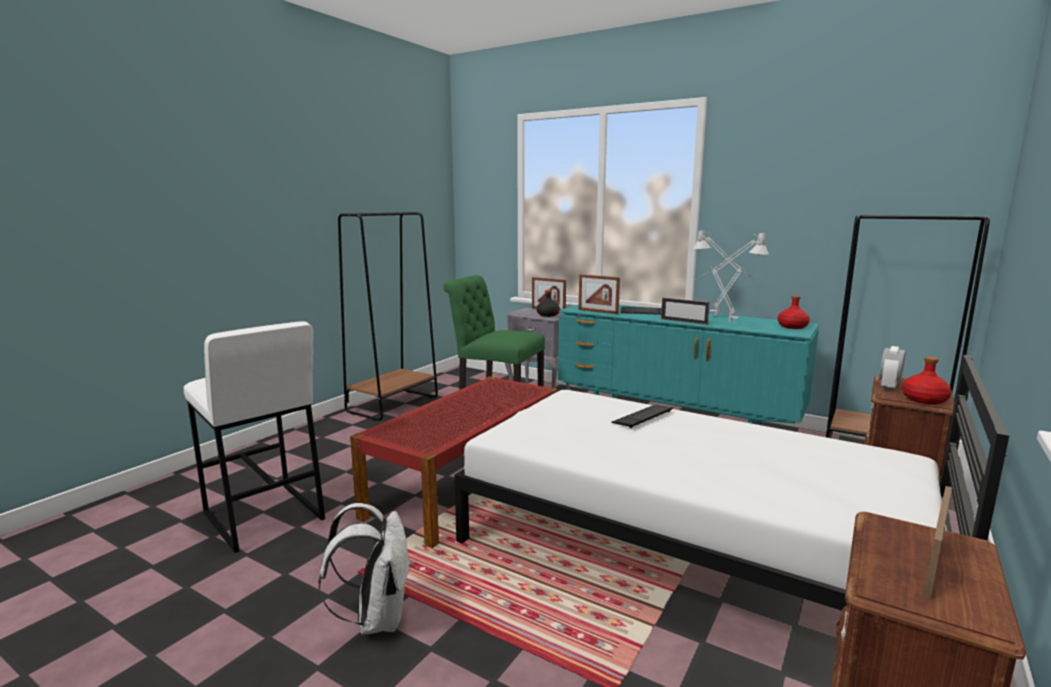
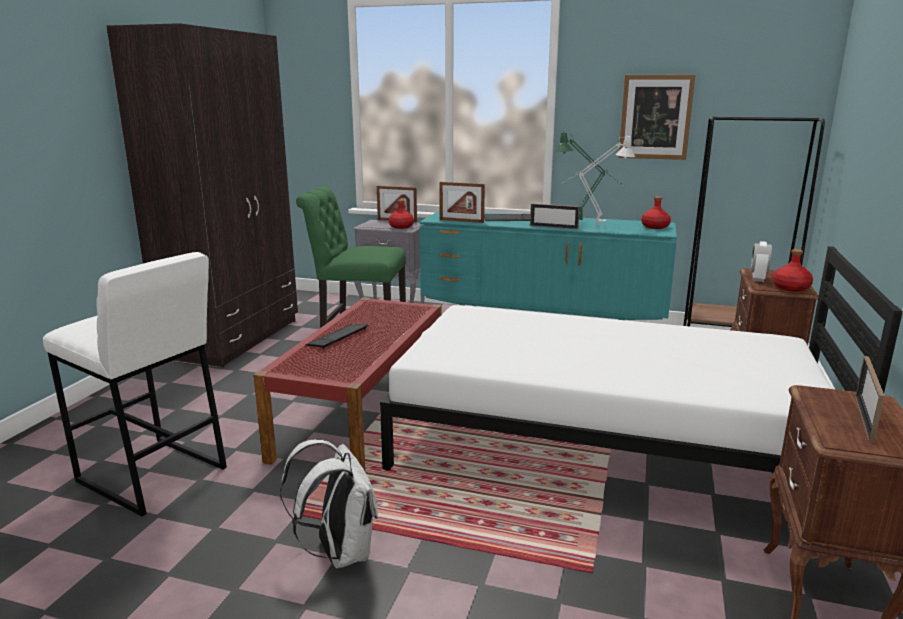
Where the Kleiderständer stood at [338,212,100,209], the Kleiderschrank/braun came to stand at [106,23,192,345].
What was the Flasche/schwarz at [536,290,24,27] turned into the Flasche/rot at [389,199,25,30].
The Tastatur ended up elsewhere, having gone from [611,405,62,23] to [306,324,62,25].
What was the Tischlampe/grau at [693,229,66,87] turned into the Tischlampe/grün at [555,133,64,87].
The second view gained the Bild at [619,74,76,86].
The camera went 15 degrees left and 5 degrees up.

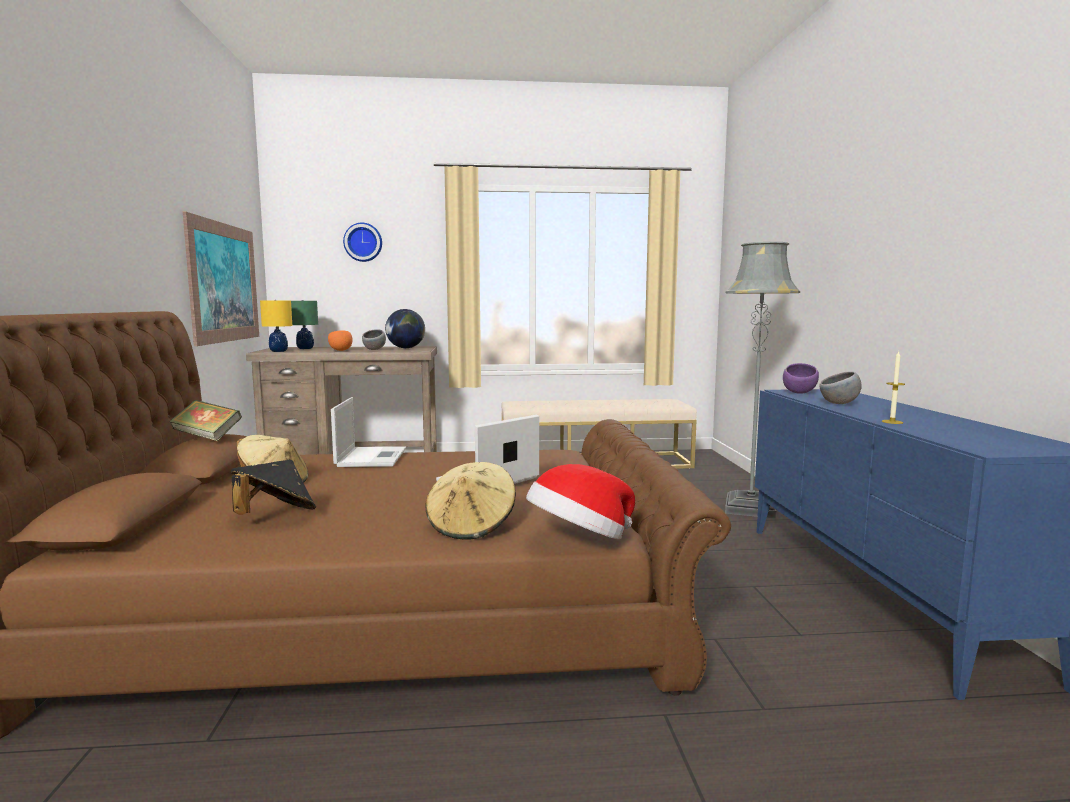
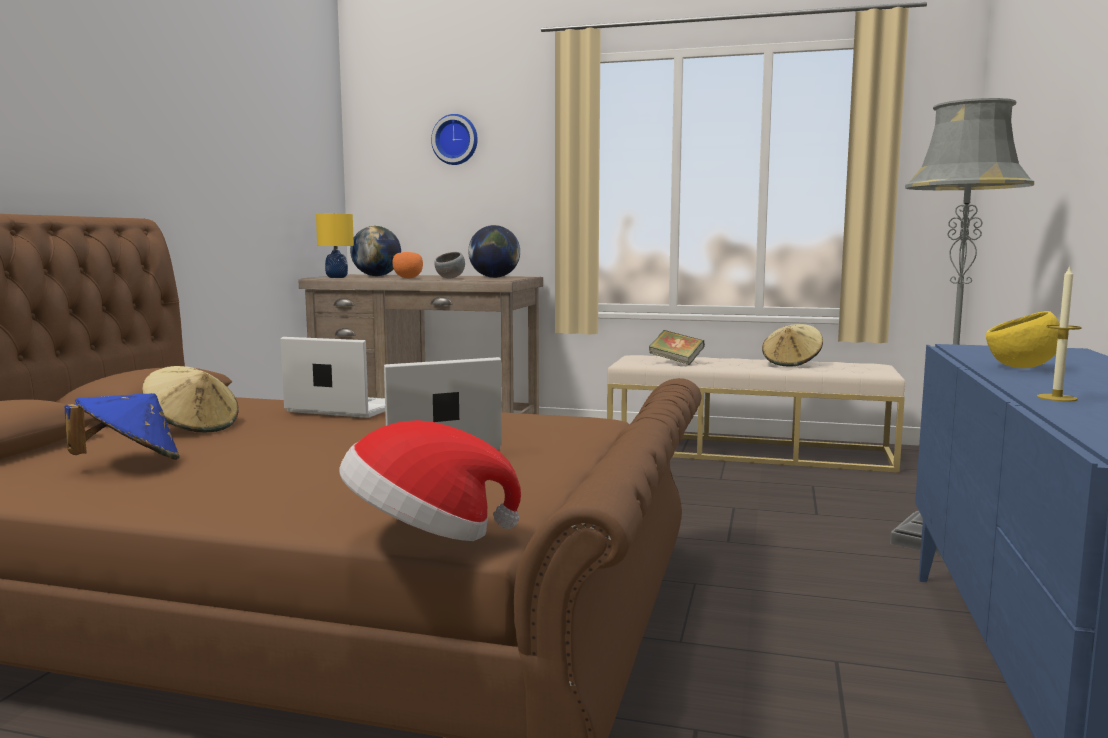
The Buch ended up elsewhere, having gone from [169,400,73,41] to [649,330,56,35].
The second view lost the Bild at [183,211,76,135].
What was the Hut/schwarz at [231,460,85,55] turned into the Hut/blau at [65,393,115,67].
Where the Tischlampe/grün stood at [291,300,27,49], the Globus came to stand at [350,226,51,50].
The Laptop at [331,397,75,70] ended up facing another way, 90 degrees counterclockwise from before.
The Hut/beige ended up elsewhere, having gone from [425,462,91,78] to [762,324,61,43].
The second view lost the Schüssel/lila at [783,363,36,31].
What was the Schüssel/grau at [819,371,43,33] turned into the Schüssel/gelb at [986,311,74,57].
The camera went 20 degrees right and 0 degrees up.

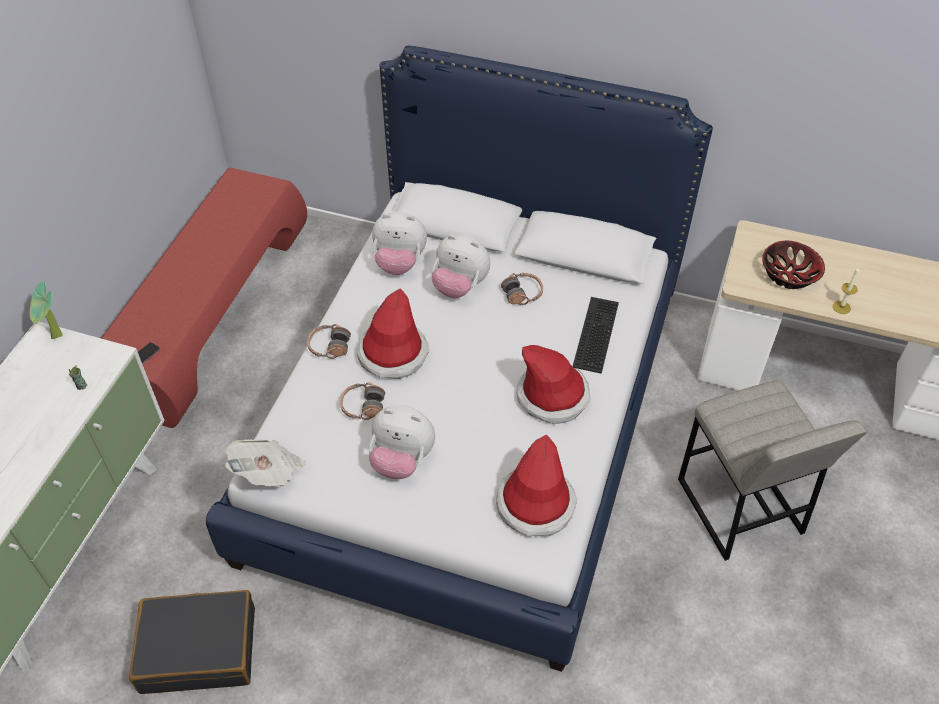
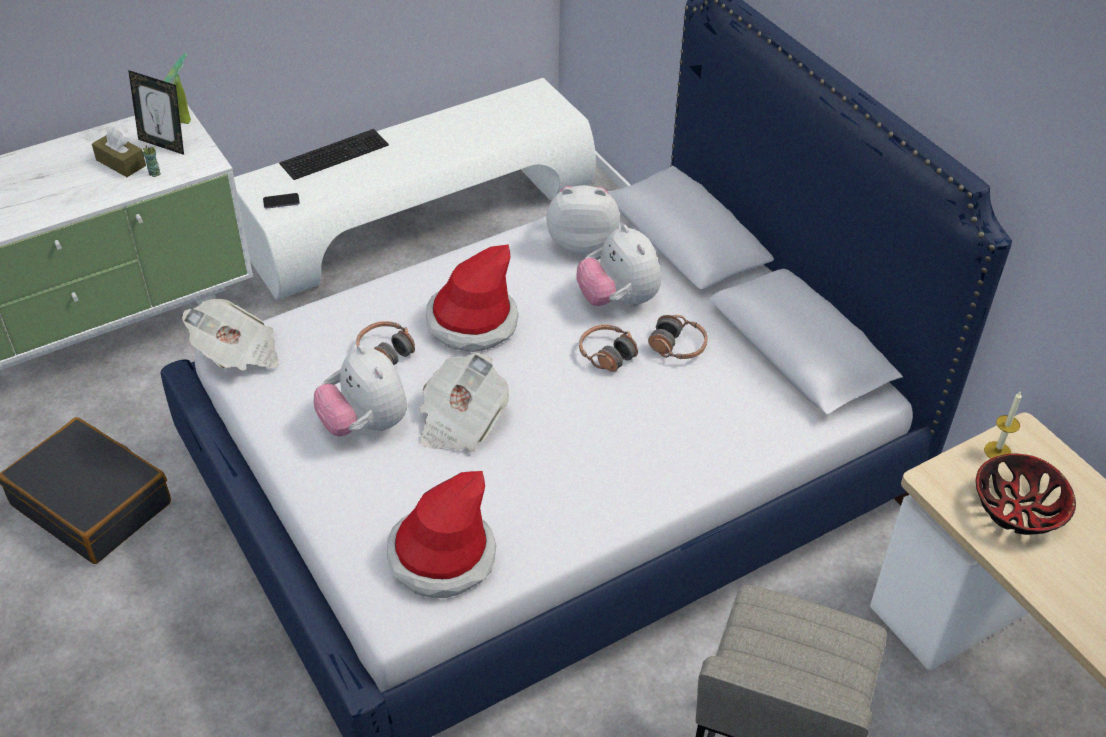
What was the Bank/rot at [101,168,206,260] turned into the Bank/weiß at [234,78,362,222].
The Kopfhörer ended up elsewhere, having gone from [307,324,44,35] to [579,325,59,47].
The Plüschtier at [372,212,55,63] ended up facing another way, 135 degrees clockwise from before.
The second view lost the Hut at [516,345,75,79].
The Tastatur ended up elsewhere, having gone from [573,297,46,77] to [279,129,110,51].
The Kerze ended up elsewhere, having gone from [833,267,27,47] to [984,391,38,68].
The second view gained the Taschentuchbox/braun at [92,129,54,48].
The second view gained the Bilderrahmen at [128,70,56,85].
The second view gained the Zeitung at [419,353,90,99].
The camera went 40 degrees right and 5 degrees down.

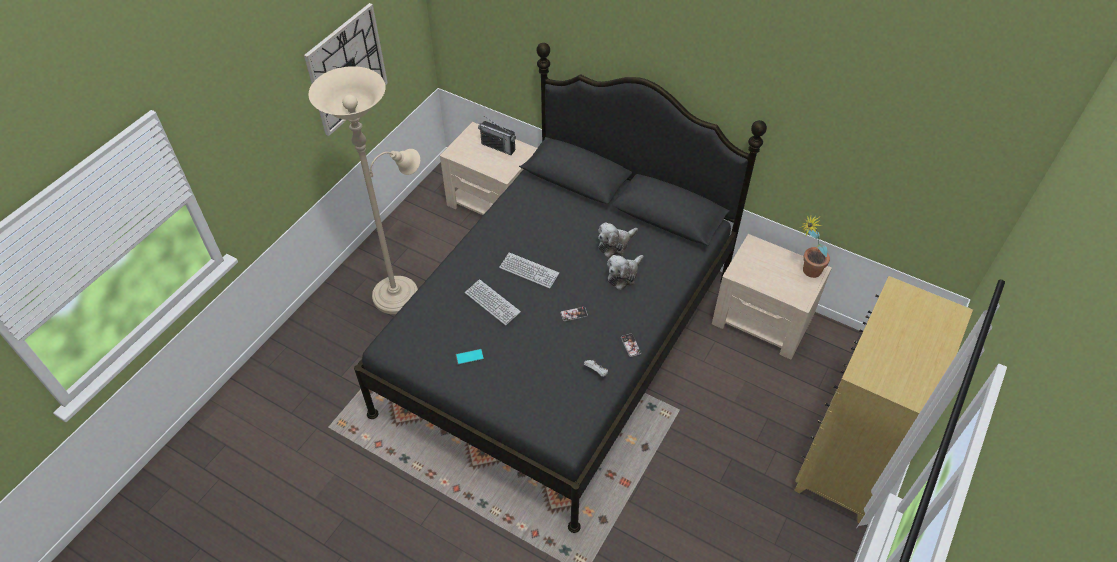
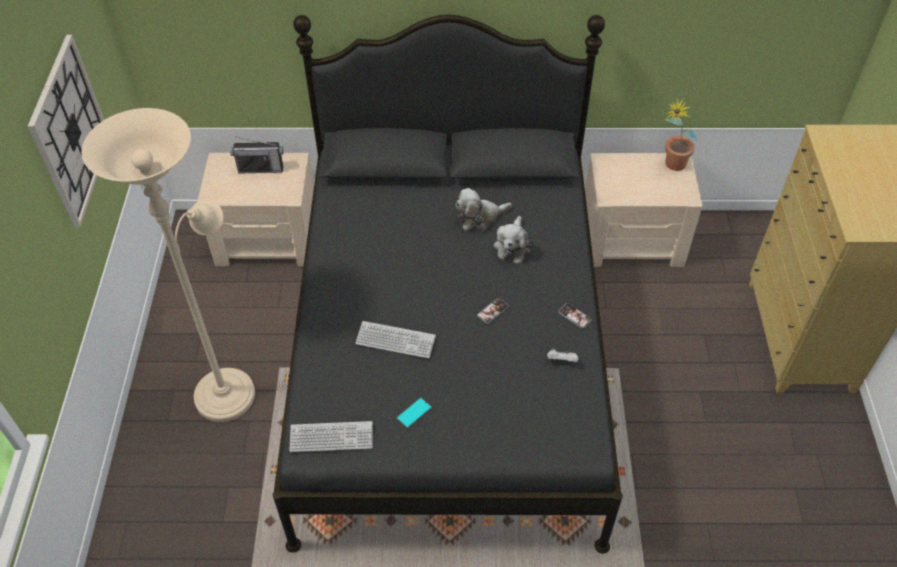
The Tastatur ended up elsewhere, having gone from [499,252,60,36] to [289,421,84,31].
The Plüschtier at [598,222,40,36] ended up facing another way, 45 degrees clockwise from before.
The camera went 30 degrees left and 0 degrees up.

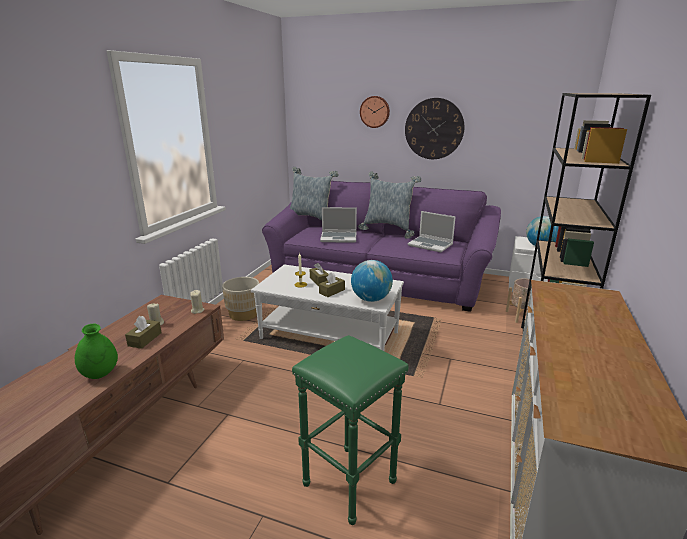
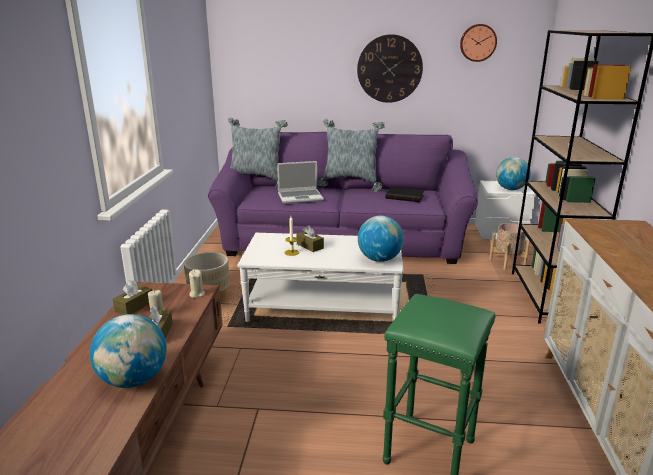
Where the Vase/grün stood at [75,324,43,55], the Globus came to stand at [90,314,77,74].
The Taschentuchbox/braun ended up elsewhere, having gone from [319,272,26,25] to [113,280,39,35].
The Wanduhr ended up elsewhere, having gone from [360,96,30,32] to [460,24,37,38].
Where the Laptop stood at [407,211,49,41], the Buch/schwarz came to stand at [385,187,39,15].
The camera went 15 degrees left and 0 degrees up.

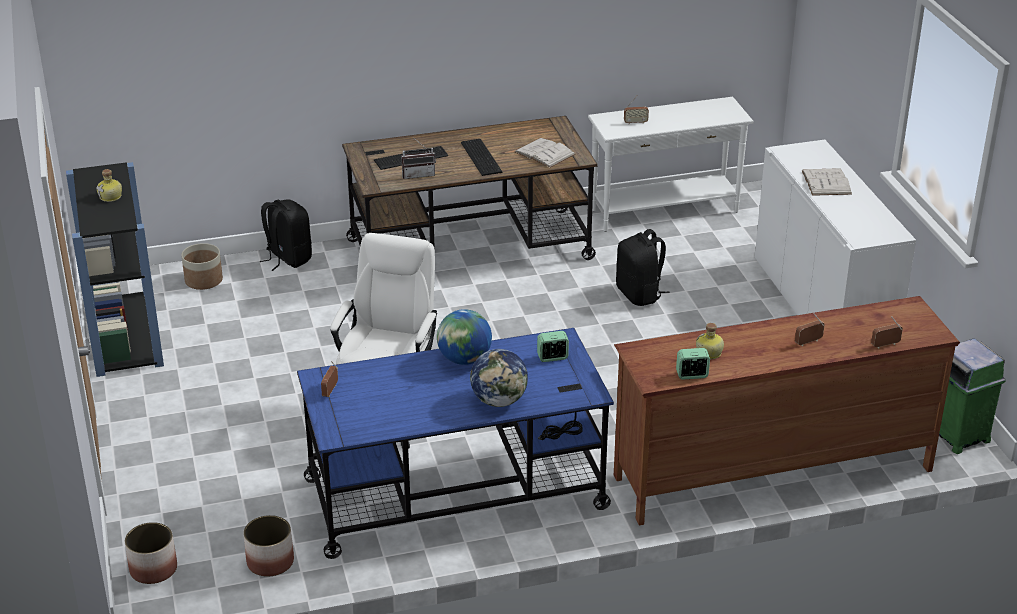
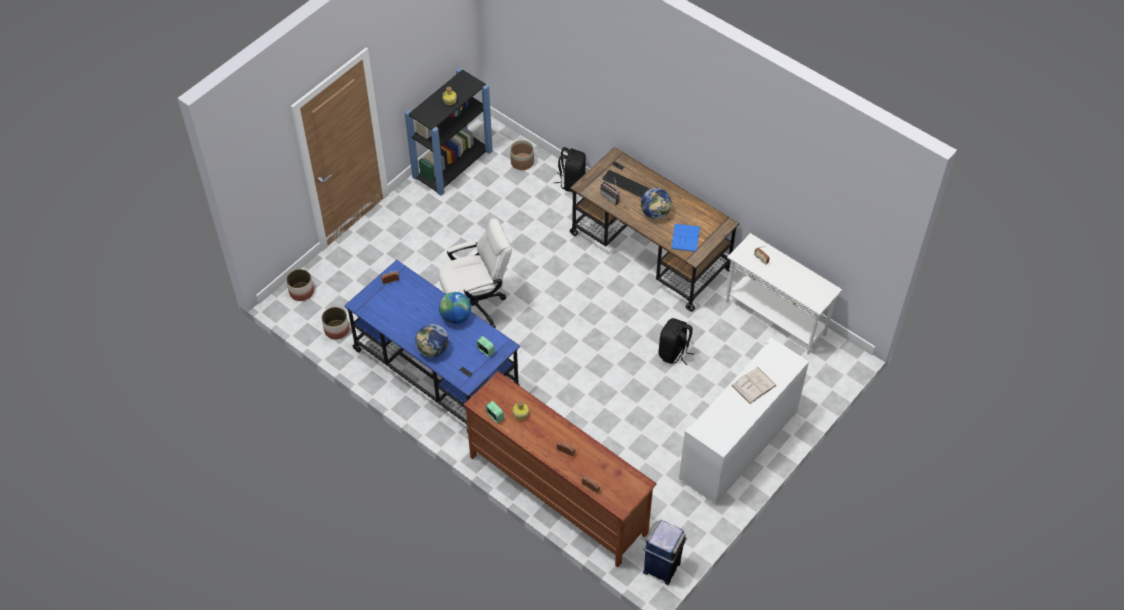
Where the Tastatur stood at [461,139,42,37], the Globus came to stand at [641,188,31,31].
What was the Buch/weiß at [514,138,62,30] turned into the Buch/blau at [671,224,29,28].
What was the Mülleimer/grün at [939,338,67,116] turned into the Mülleimer/blau at [643,520,44,65].
The camera went 55 degrees right and 20 degrees up.

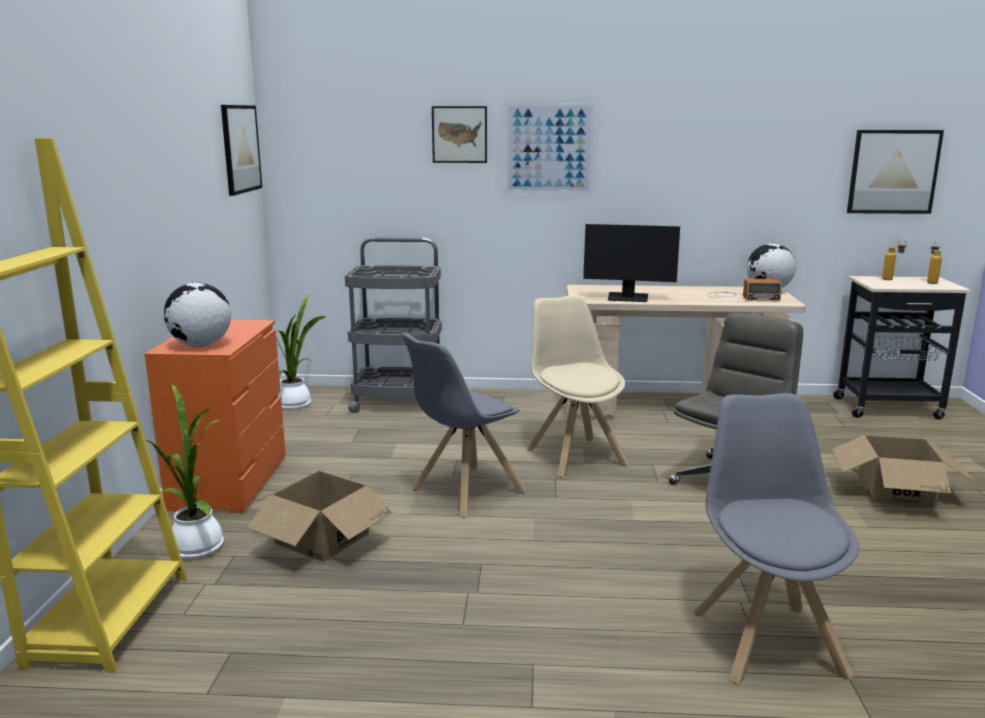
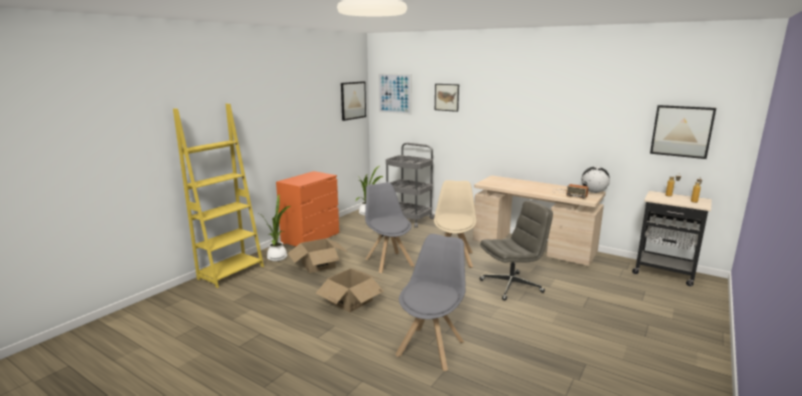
The second view lost the Globus at [164,282,67,65].
The Stuhl/grau at [402,333,124,185] ended up facing another way, 75 degrees clockwise from before.
The Bild ended up elsewhere, having gone from [505,103,89,90] to [378,73,33,42].
The second view lost the Monitor at [583,224,97,78].
The Karton ended up elsewhere, having gone from [832,435,143,73] to [315,269,69,44].
The camera went 30 degrees right and 0 degrees up.

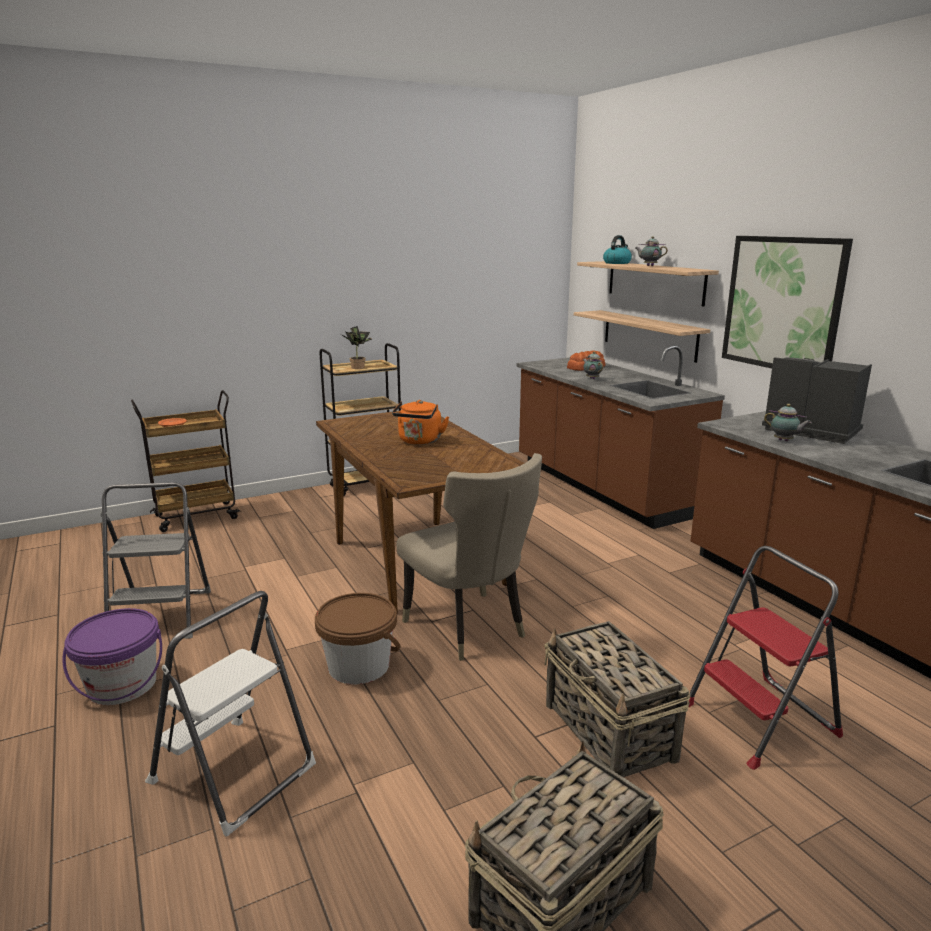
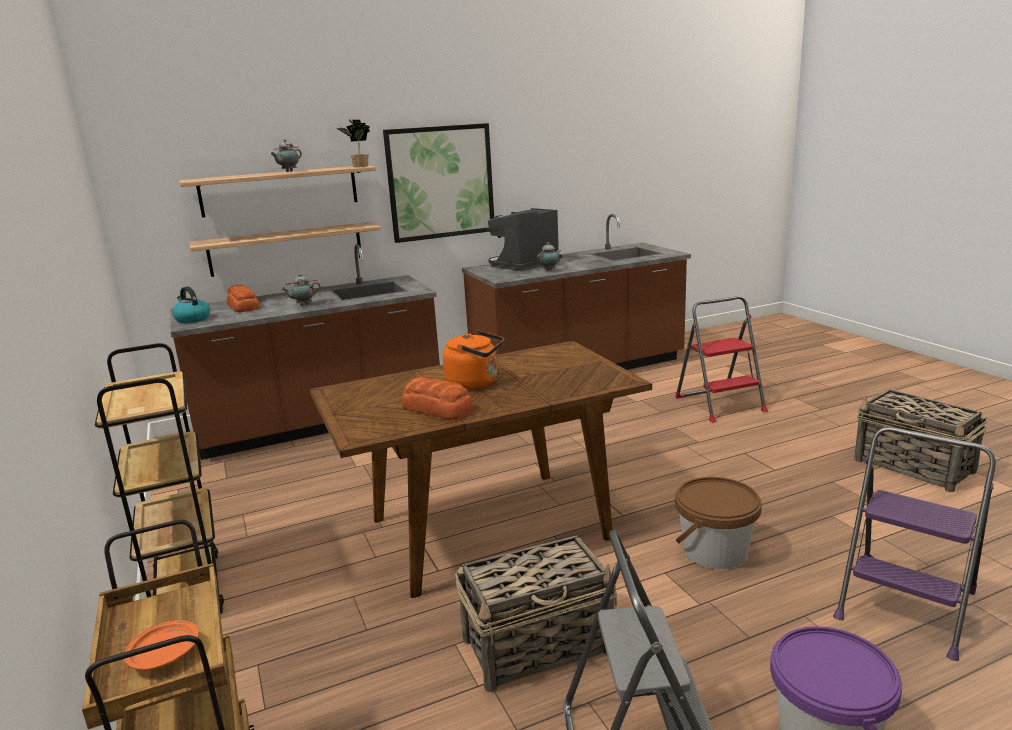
What was the Trittleiter/weiß at [145,591,171,246] turned into the Trittleiter/lila at [833,427,163,234].
The Topfpflanze ended up elsewhere, having gone from [342,326,30,43] to [336,119,34,48].
The second view lost the Stuhl/beige at [396,453,146,208].
The Korb ended up elsewhere, having gone from [544,621,146,156] to [455,536,162,156].
The Wasserkessel ended up elsewhere, having gone from [603,235,29,29] to [173,287,37,36].
The second view gained the Brot at [402,377,71,42].
The camera went 85 degrees left and 0 degrees up.

